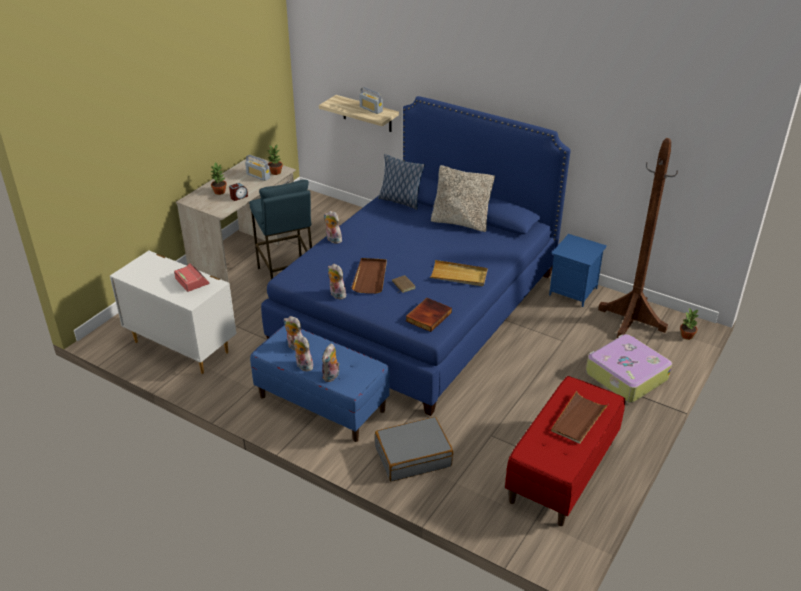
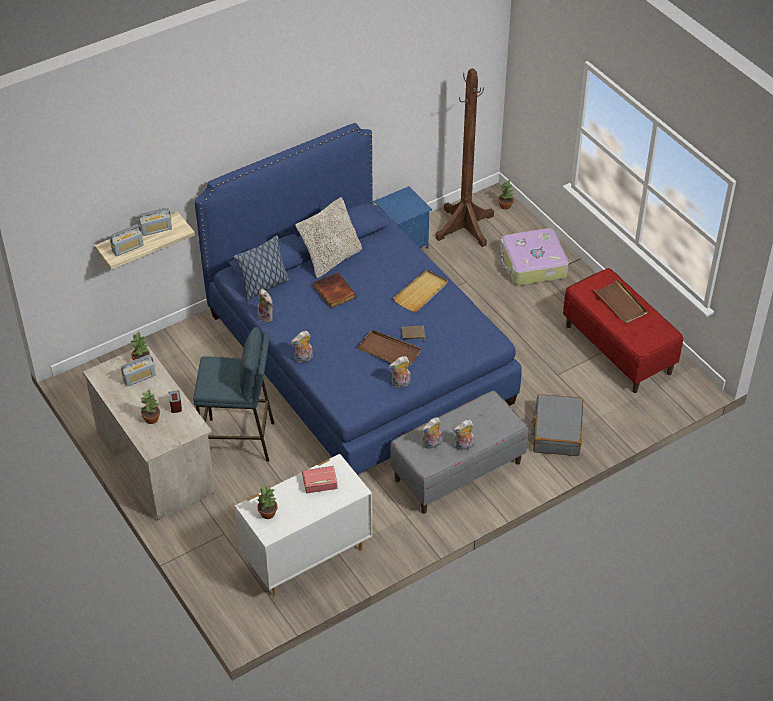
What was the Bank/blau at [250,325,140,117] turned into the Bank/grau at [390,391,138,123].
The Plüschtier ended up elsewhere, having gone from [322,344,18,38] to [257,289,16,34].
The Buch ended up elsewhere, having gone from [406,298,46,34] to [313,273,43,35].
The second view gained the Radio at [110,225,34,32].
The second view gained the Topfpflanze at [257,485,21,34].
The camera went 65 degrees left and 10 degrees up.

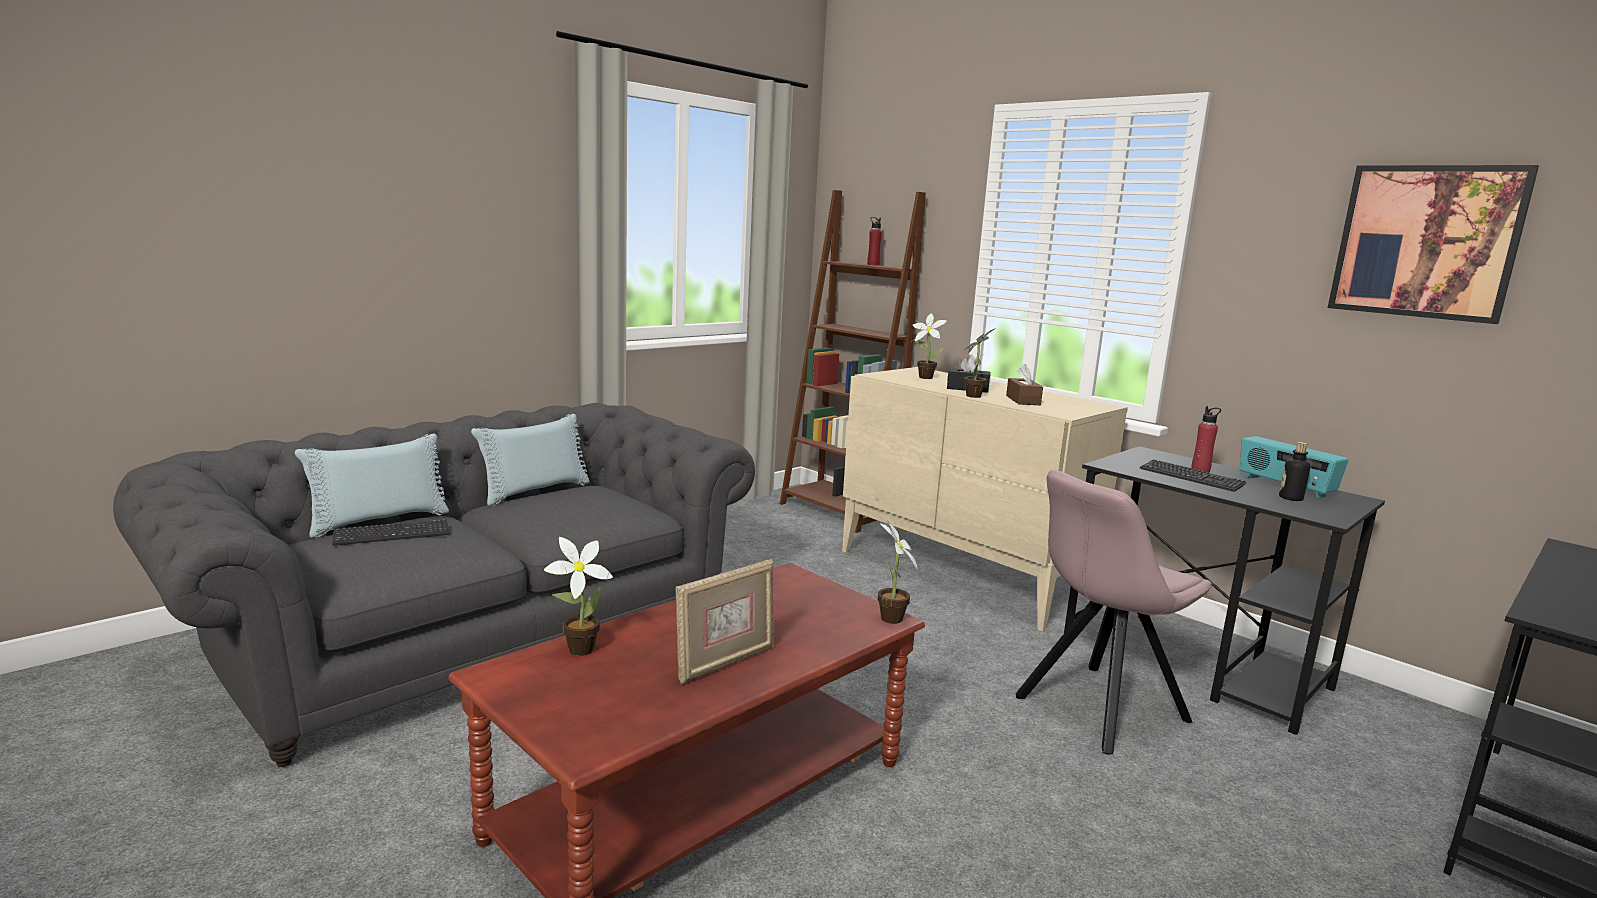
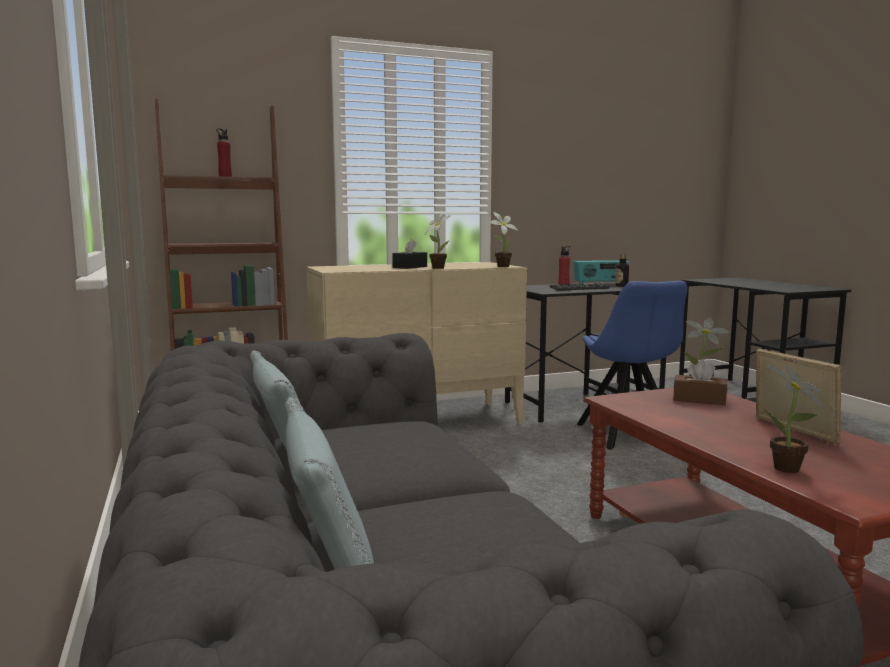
The second view lost the Tastatur at [332,519,117,27].
The Topfpflanze ended up elsewhere, having gone from [913,314,34,65] to [489,212,29,55].
The Taschentuchbox/braun ended up elsewhere, having gone from [1006,364,37,41] to [673,360,54,45].
What was the Stuhl/rosa at [1016,470,196,285] turned into the Stuhl/blau at [577,281,110,169].
The second view lost the Bild at [1328,165,211,159].
The camera went 65 degrees left and 5 degrees down.

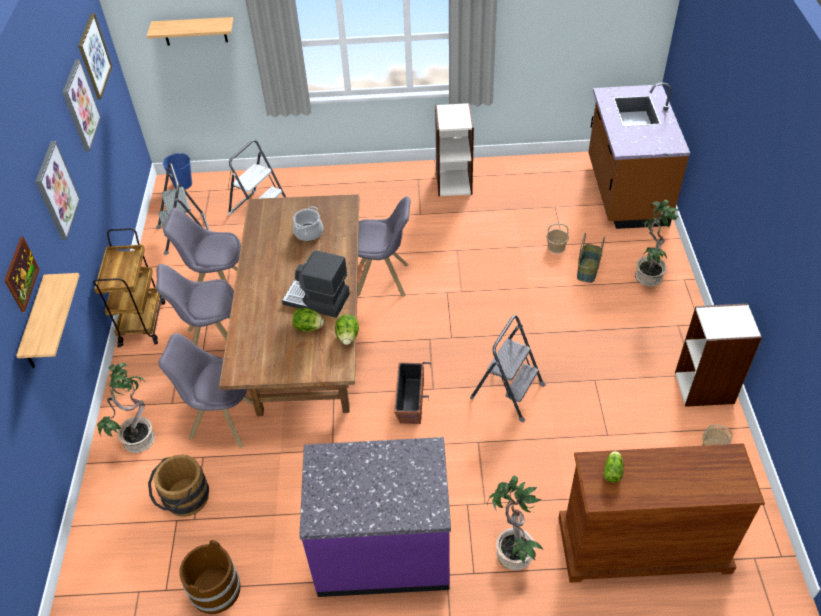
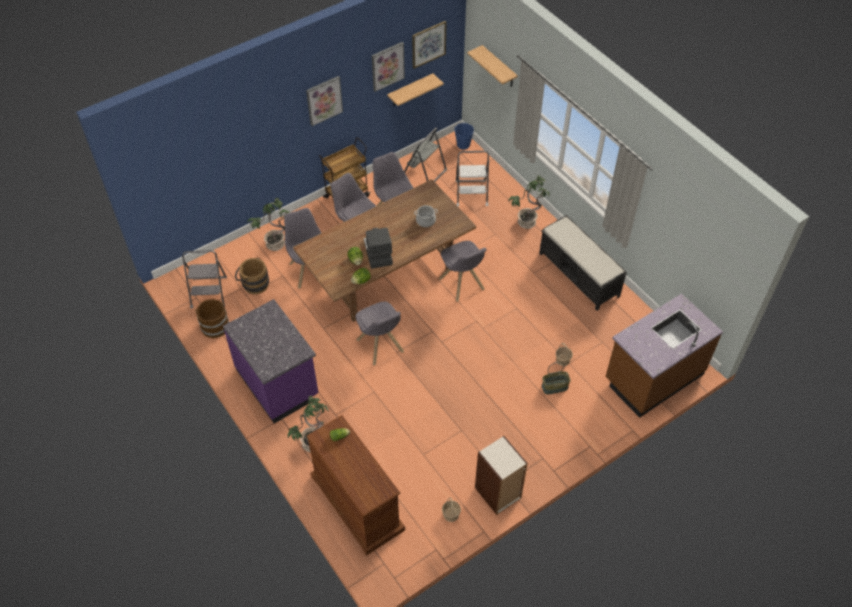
The second view lost the Bild at [4,237,35,75].
The Wandregal ended up elsewhere, having gone from [16,273,64,95] to [387,74,57,32].
Where the Pflanzkübel stood at [394,362,37,62], the Stuhl/grau came to stand at [355,302,49,63].
Where the Bücherregal stood at [435,103,39,93], the Bank/schwarz came to stand at [539,215,88,96].
The Trittleiter/grau ended up elsewhere, having gone from [470,315,76,108] to [182,250,45,58].
The Topfpflanze ended up elsewhere, having gone from [635,200,45,87] to [508,176,42,53].
The camera went 55 degrees right and 5 degrees up.

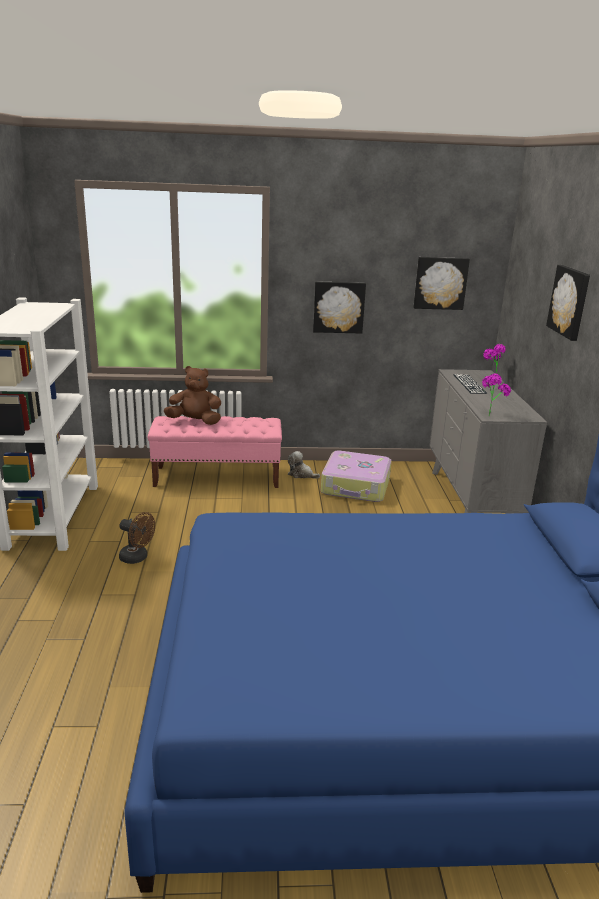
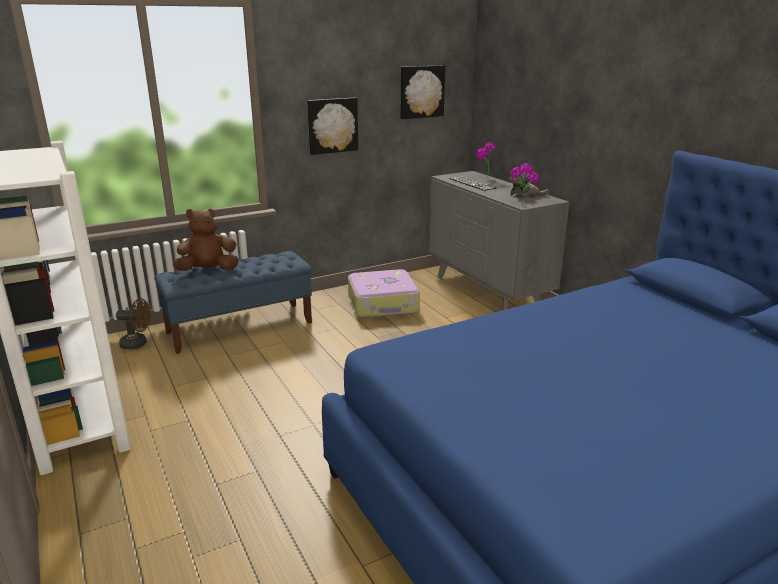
The Ventilator/braun ended up elsewhere, having gone from [119,512,36,52] to [116,298,35,52].
What was the Bank/rosa at [148,416,134,72] turned into the Bank/blau at [154,251,158,103].
The Plüschtier ended up elsewhere, having gone from [288,451,32,28] to [509,172,40,26].
The second view lost the Bild at [546,265,44,76].
The camera went 25 degrees left and 0 degrees up.

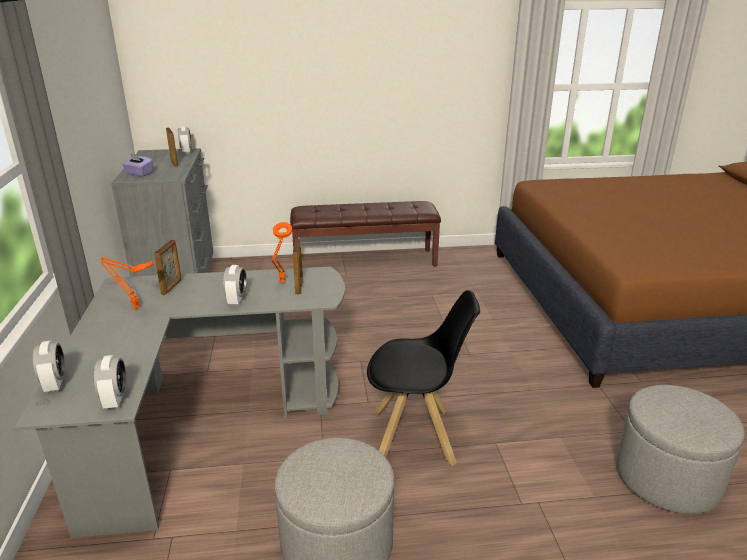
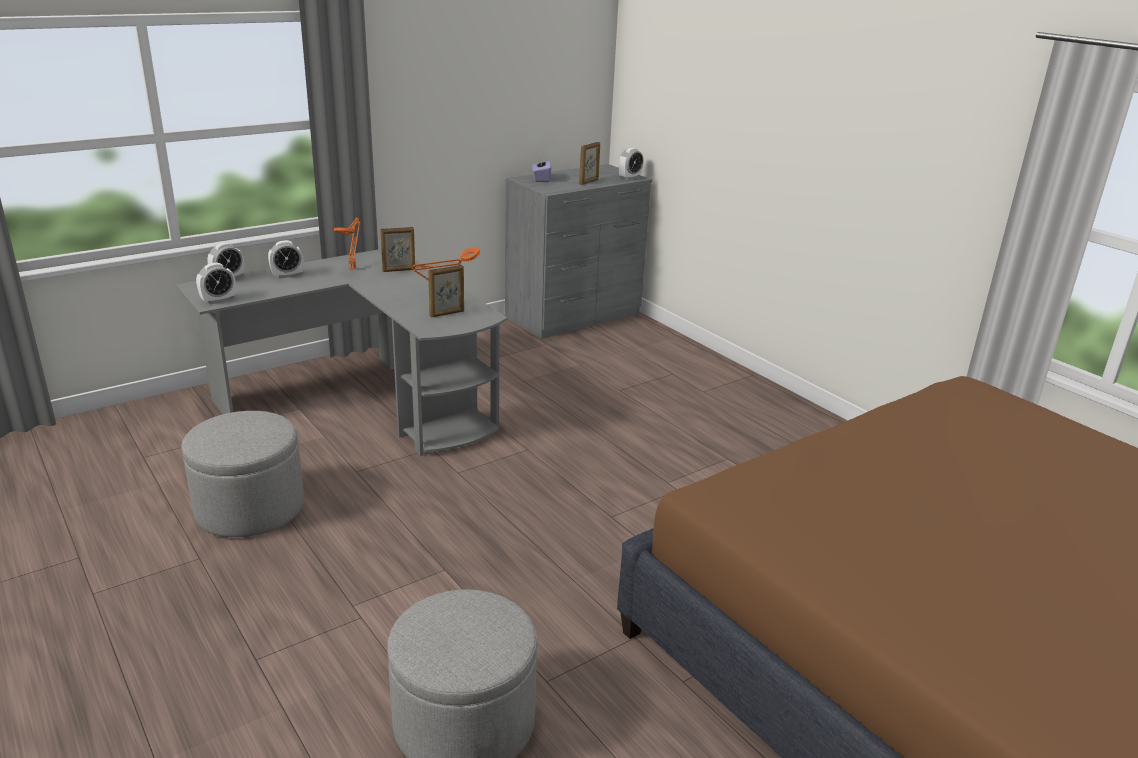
The Wecker ended up elsewhere, having gone from [223,265,24,41] to [268,240,36,38].
The second view lost the Bank/braun at [290,201,151,66].
The second view lost the Stuhl/schwarz at [367,290,113,176].
The camera went 60 degrees right and 0 degrees up.

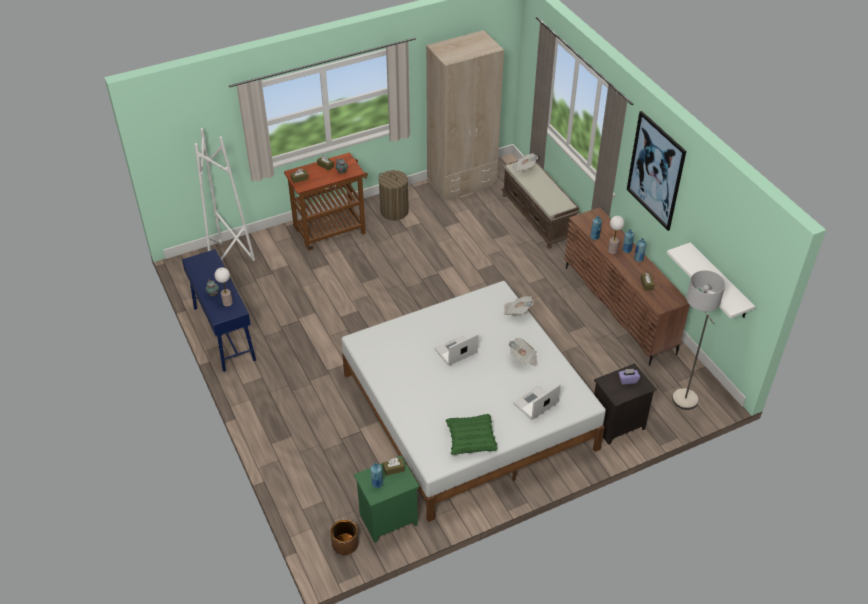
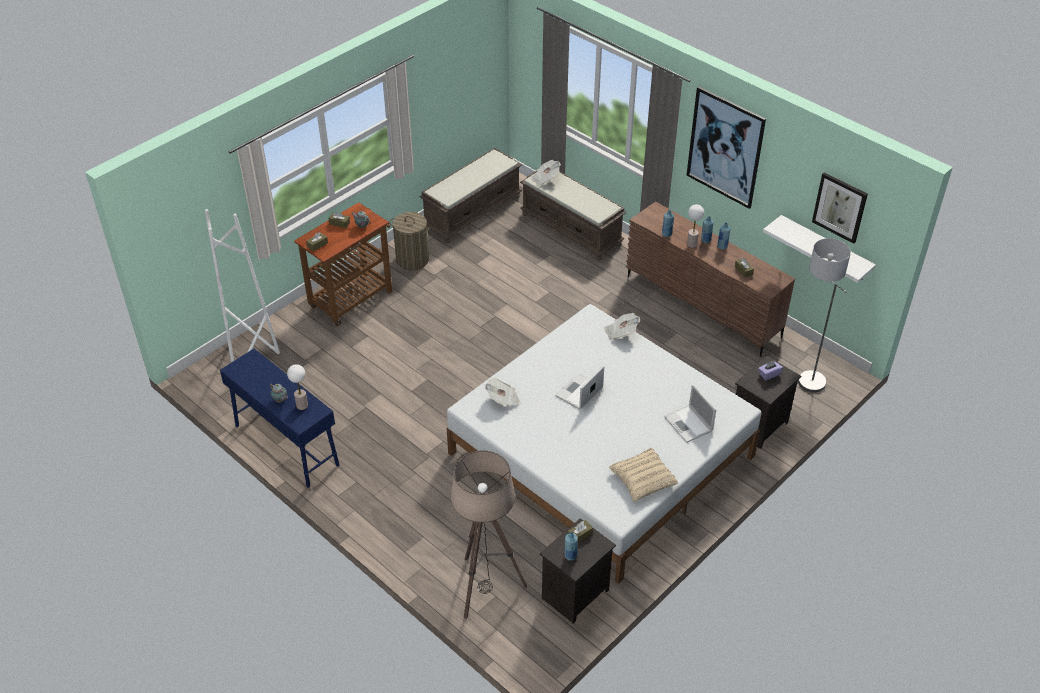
The second view lost the Pflanzkübel/braun at [330,520,29,35].
What was the Nachttisch/grün at [354,455,66,88] turned into the Nachttisch/schwarz at [540,518,76,106].
Where the Kleiderschrank/beige stood at [426,30,78,172], the Bank/braun came to stand at [420,148,102,95].
What was the Kissen/grün at [446,414,52,41] turned into the Kissen/beige at [609,448,69,54].
The Zeitung ended up elsewhere, having gone from [508,338,30,28] to [484,378,37,28].
The Laptop at [513,384,48,36] ended up facing another way, 60 degrees counterclockwise from before.
The second view gained the Stehlampe at [451,450,76,169].
The second view gained the Bild at [812,172,56,72].
The camera went 20 degrees left and 0 degrees up.

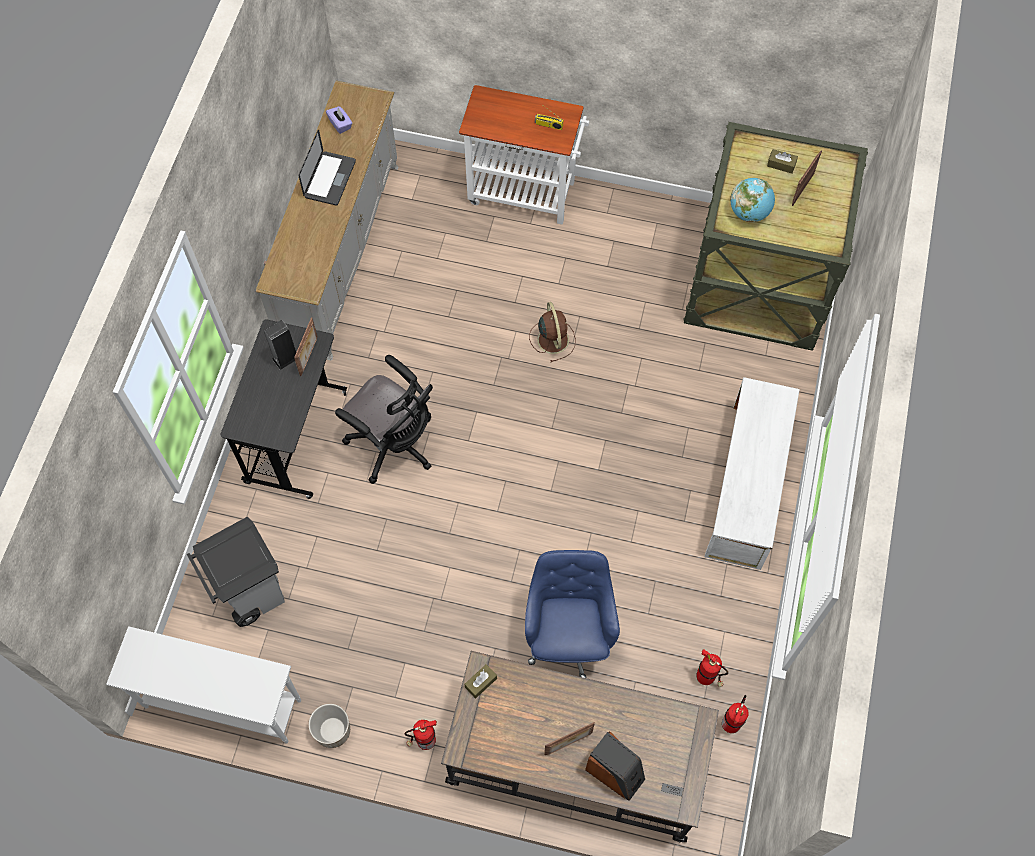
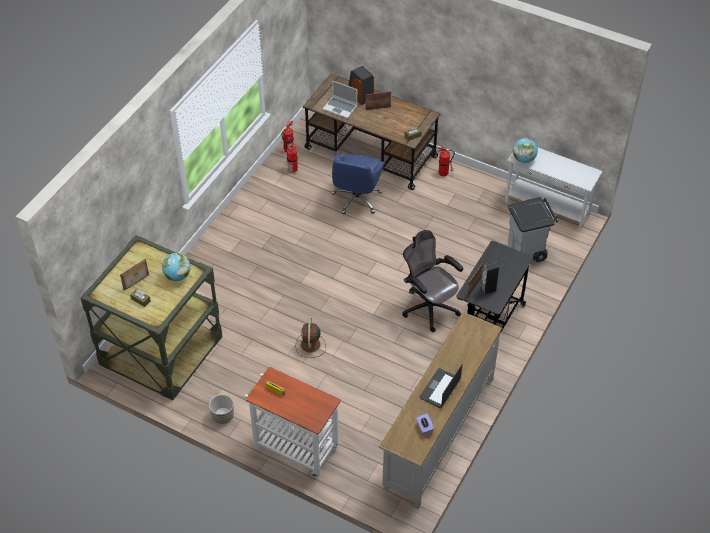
The Pflanzkübel ended up elsewhere, having gone from [309,704,41,44] to [209,394,25,30].
The second view lost the Bank/weiß at [705,377,95,193].
The second view gained the Laptop at [323,81,35,38].
The second view gained the Globus at [513,138,25,25].
The camera went 165 degrees left and 15 degrees down.

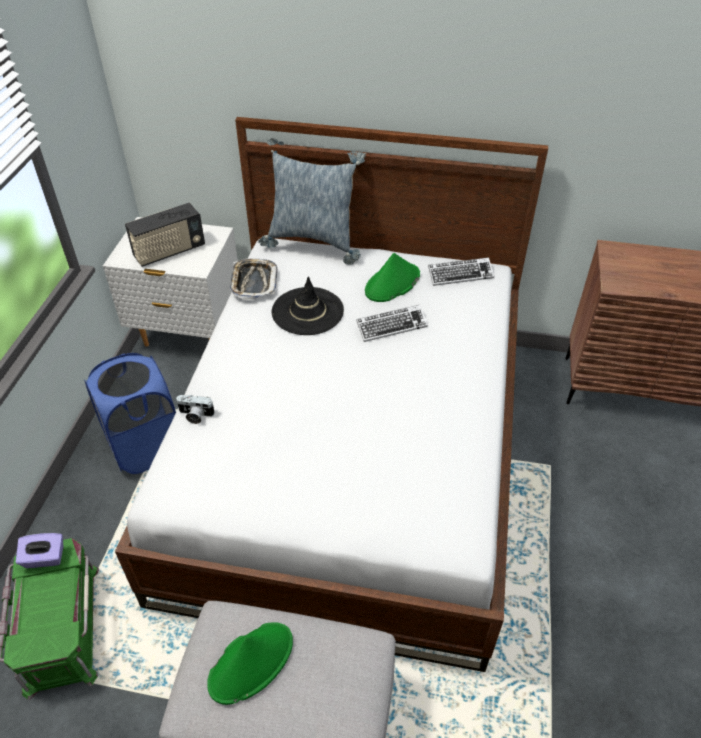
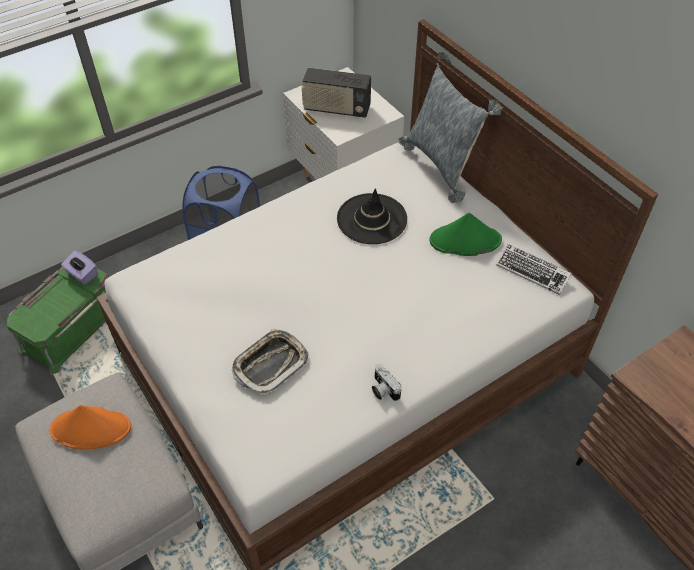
The Kamera ended up elsewhere, having gone from [176,395,39,29] to [372,364,29,37].
What was the Hut/grün at [207,622,86,83] turned into the Hut/orange at [49,405,82,45].
The Tablett ended up elsewhere, having gone from [230,258,47,42] to [232,329,77,66].
The second view lost the Tastatur at [356,305,72,37].
The camera went 45 degrees right and 5 degrees up.

